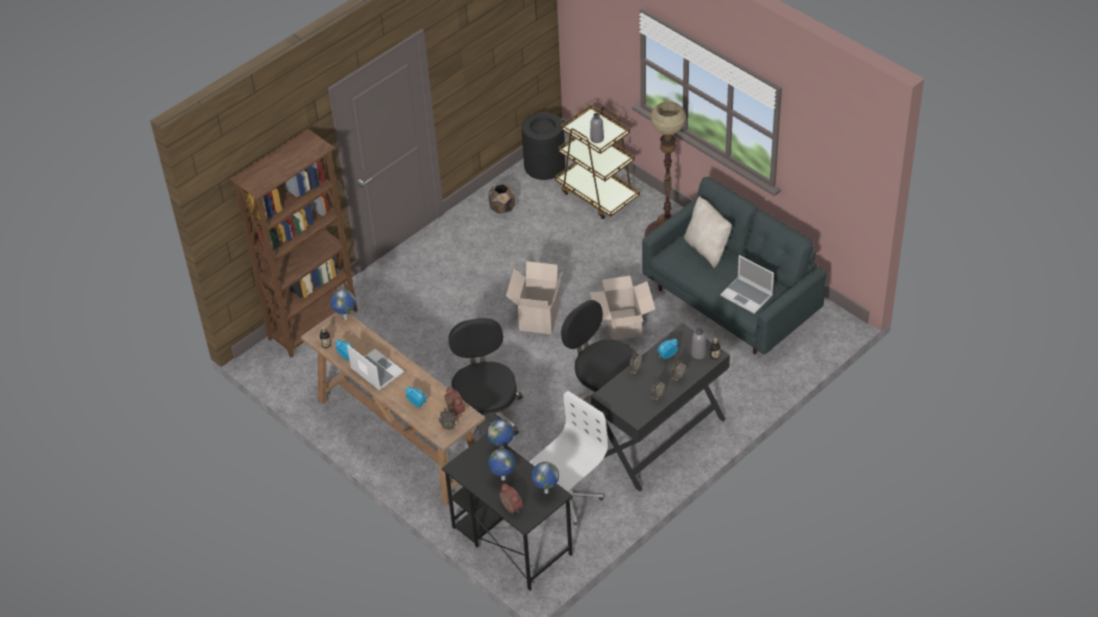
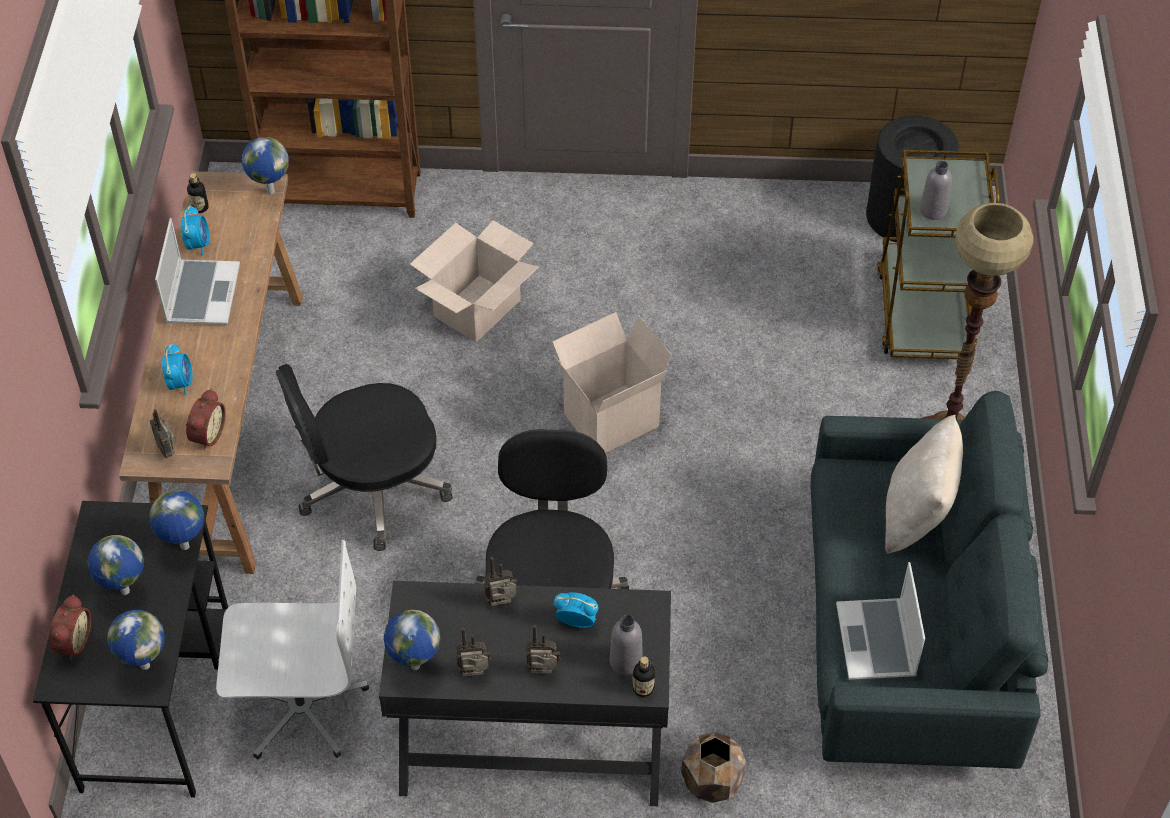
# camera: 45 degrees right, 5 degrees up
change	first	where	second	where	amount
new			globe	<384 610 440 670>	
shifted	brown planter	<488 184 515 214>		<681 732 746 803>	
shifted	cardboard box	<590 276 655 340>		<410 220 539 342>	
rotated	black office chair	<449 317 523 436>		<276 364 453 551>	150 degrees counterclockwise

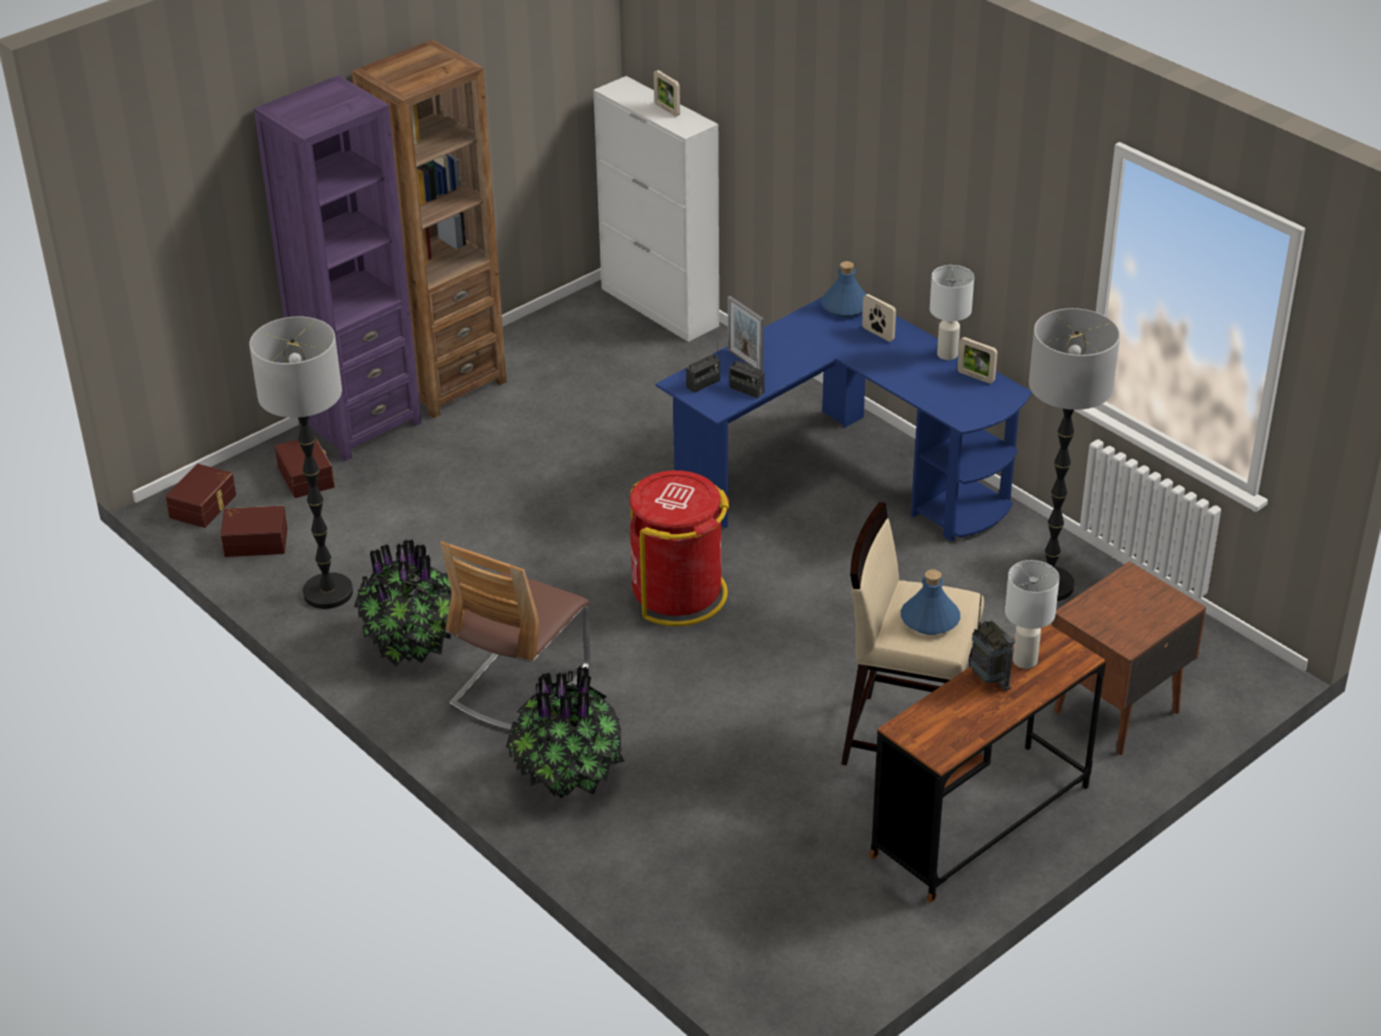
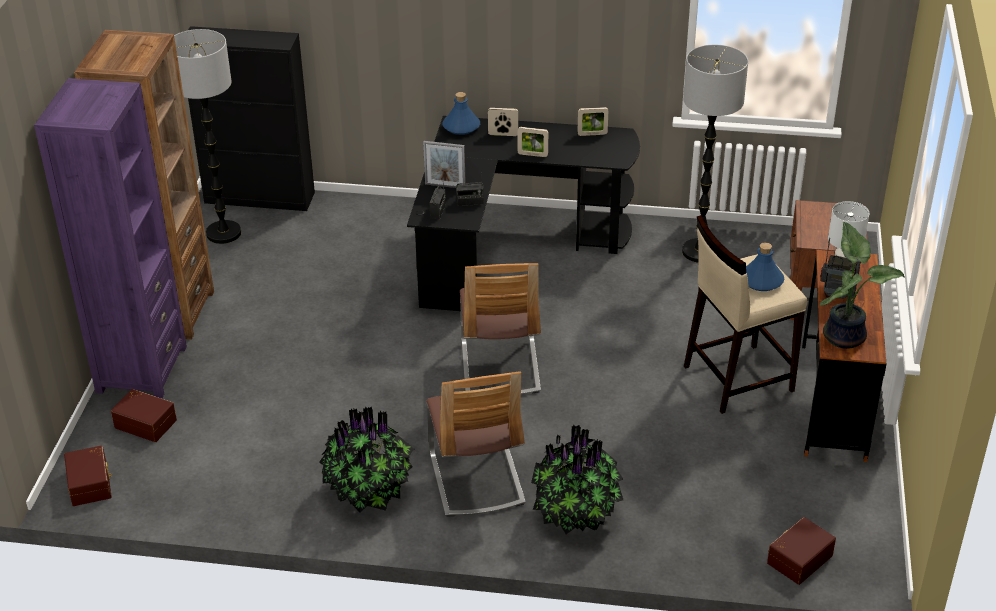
# camera: 40 degrees left, 0 degrees up
change	first	where	second	where	amount
gone	white table lamp	<930 265 974 360>			
new			potted plant	<820 222 905 349>	
shifted	brown storage box	<220 505 288 557>		<767 517 836 585>	
shifted	floor lamp	<249 317 353 609>		<174 29 241 244>	
shifted	picture frame	<654 70 680 116>		<518 127 548 157>	
swapped	red trash can	<629 470 729 626>	chair	<460 263 541 394>	
repainted	white cabinet	<593 76 719 342>	black cabinet	<188 26 315 211>	
repainted	blue desk	<656 297 1032 541>	black desk	<407 116 640 311>	

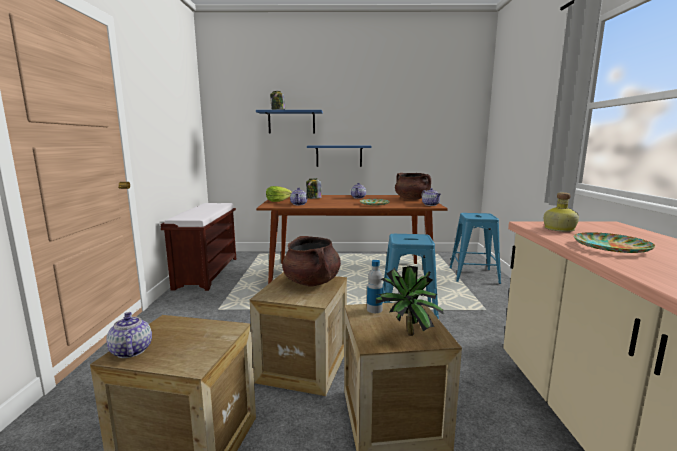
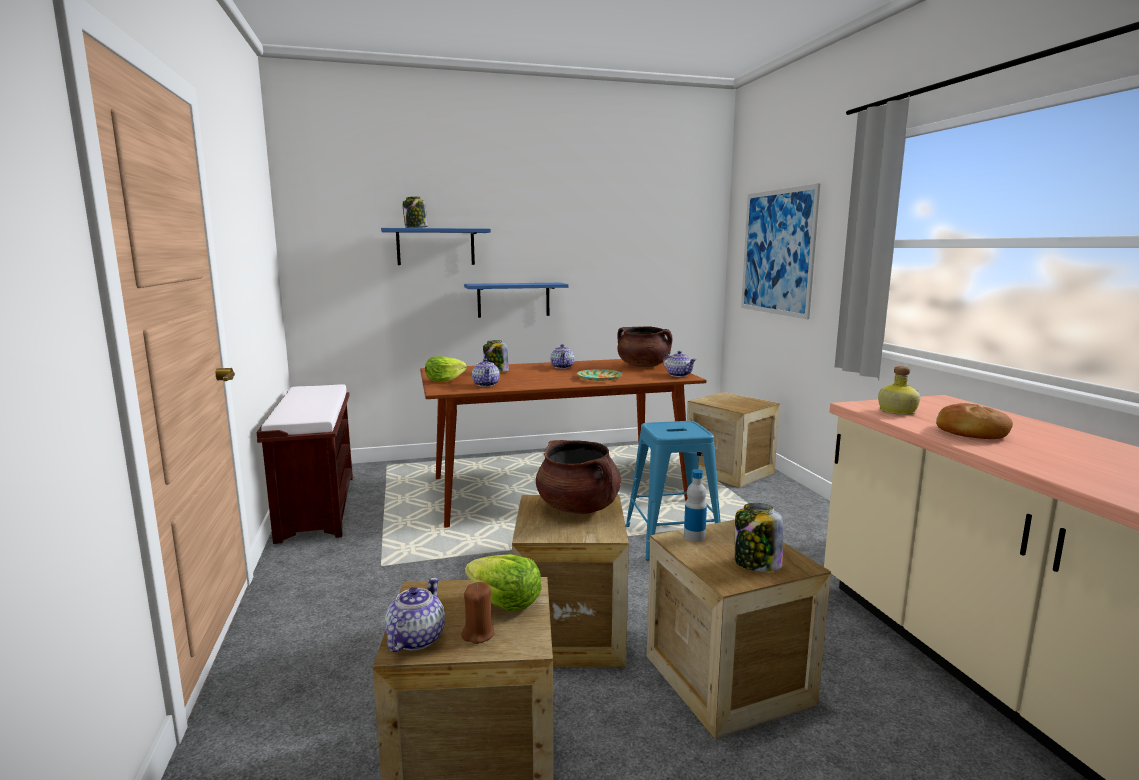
# camera: 15 degrees left, 0 degrees up
change	first	where	second	where	amount
new			brown candle	<461 582 495 644>	
new			lettuce	<465 554 542 611>	
new			picture	<741 183 820 319>	
swapped	potted plant	<376 266 444 336>	jar	<735 503 783 572>	
swapped	blue stool	<450 213 501 284>	crate	<687 392 780 488>	
swapped	plate	<574 232 655 253>	bread	<936 403 1013 439>	
rotated	teapot	<106 312 152 358>		<385 577 445 652>	60 degrees clockwise

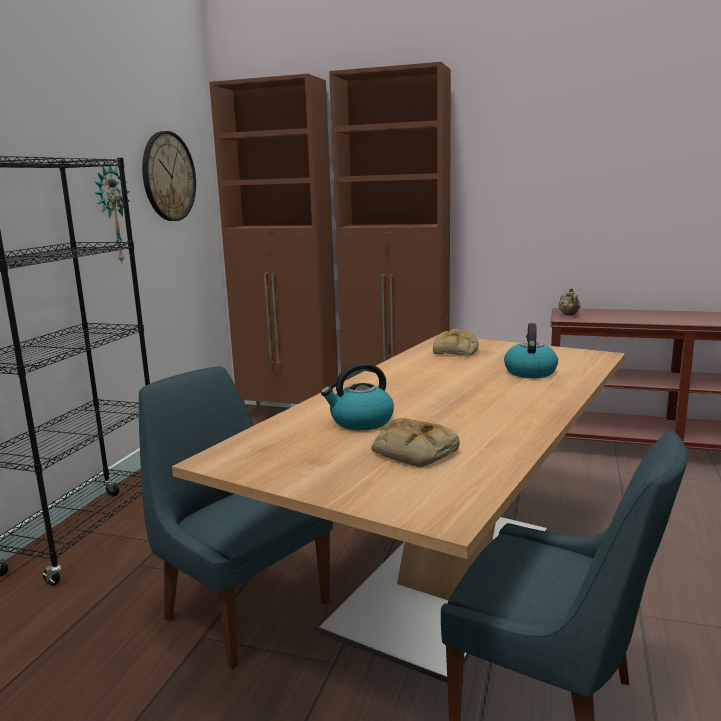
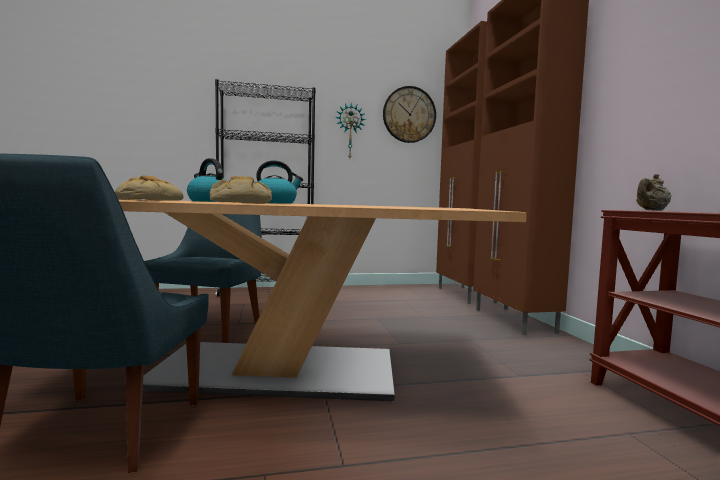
# camera: 60 degrees right, 10 degrees down
change	first	where	second	where	amount
shifted	bread	<433 328 479 355>		<209 176 272 204>	
shifted	kettle	<504 323 558 378>		<256 161 303 204>	

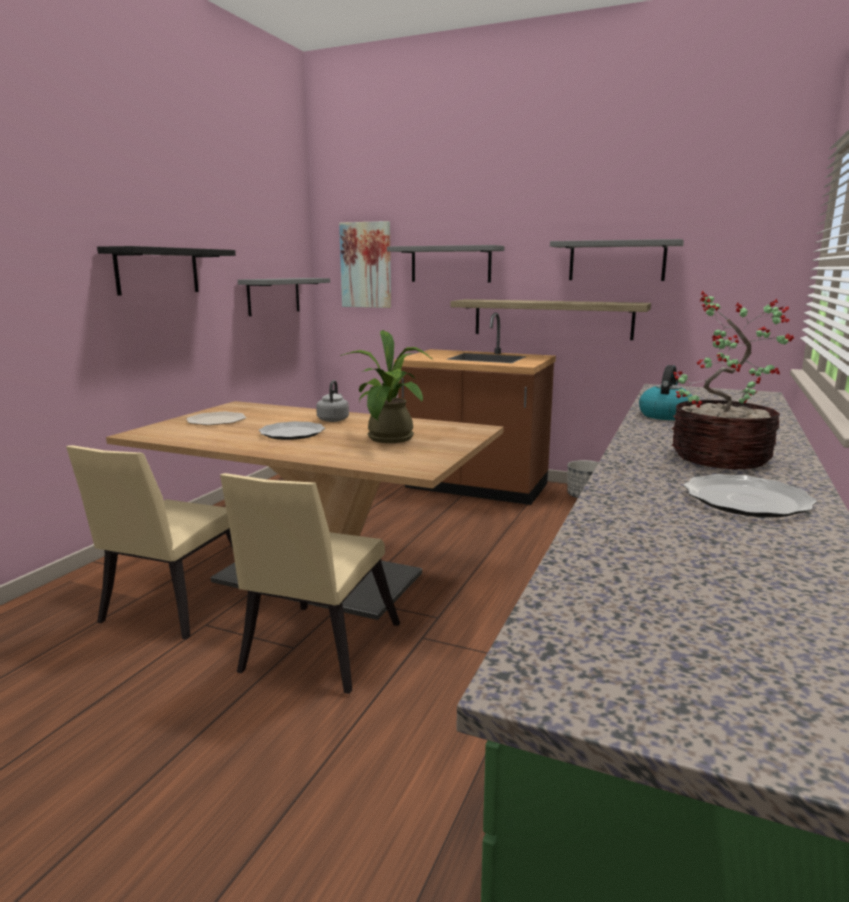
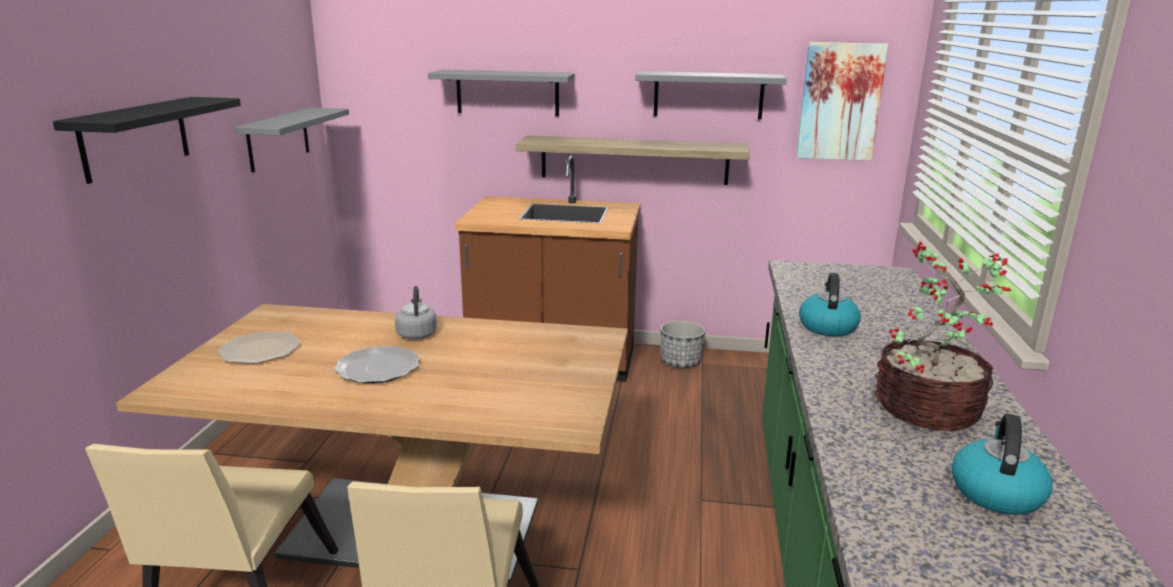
# camera: 15 degrees left, 5 degrees up
change	first	where	second	where	amount
gone	potted plant	<340 330 433 443>			
shifted	picture	<339 221 391 308>		<796 42 889 161>	
swapped	plate	<684 474 817 518>	kettle	<951 414 1053 515>	

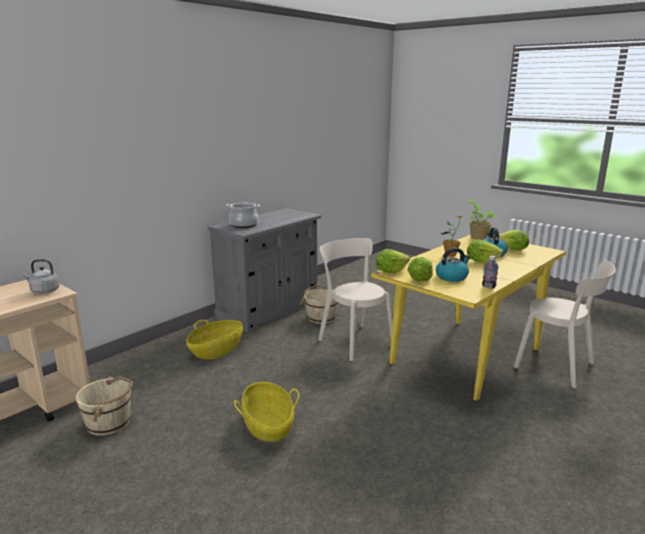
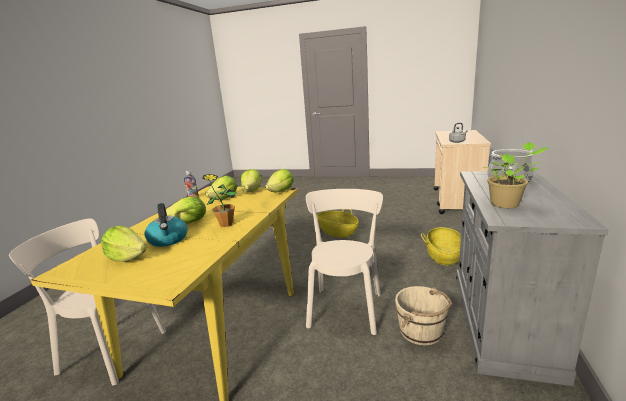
# camera: 155 degrees right, 0 degrees up
change	first	where	second	where	amount
gone	beige bucket	<76 376 133 436>			
shifted	potted plant	<468 199 497 240>		<484 142 549 208>	
swapped	kettle	<436 248 470 282>	lettuce	<205 176 237 200>	
rotated	beige chair	<318 238 393 361>		<306 189 383 335>	105 degrees counterclockwise

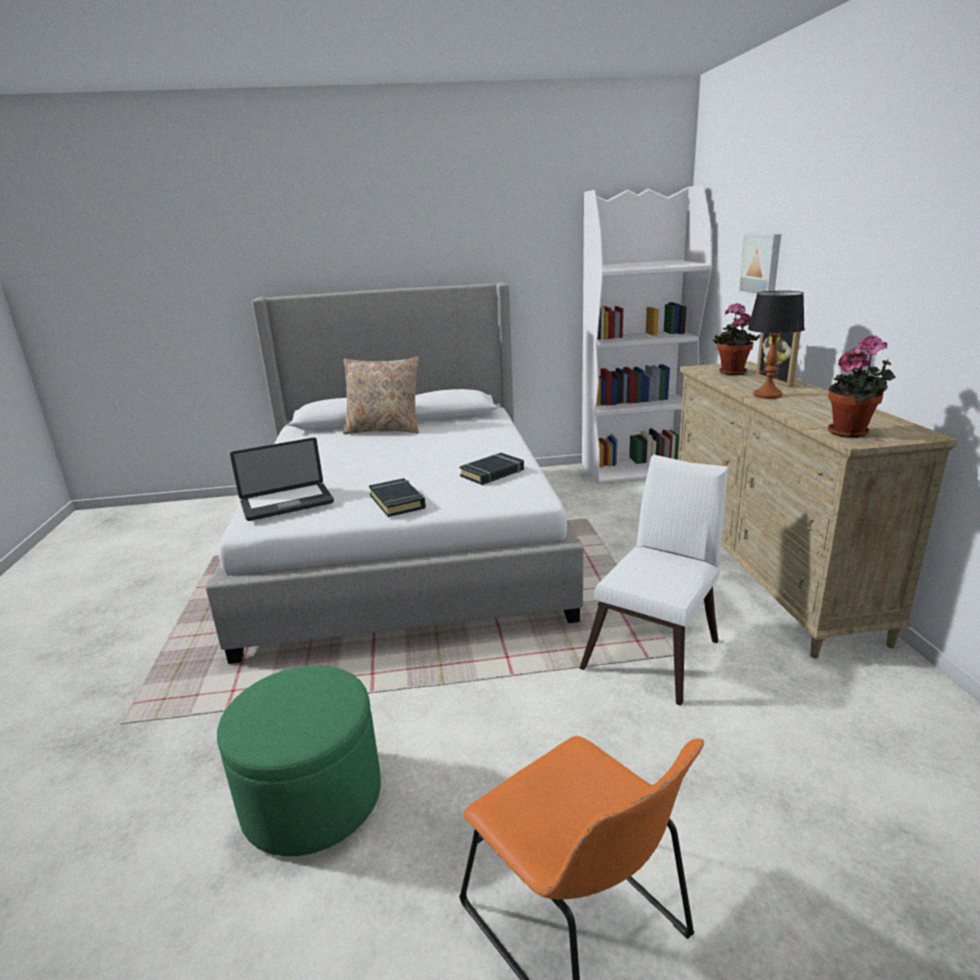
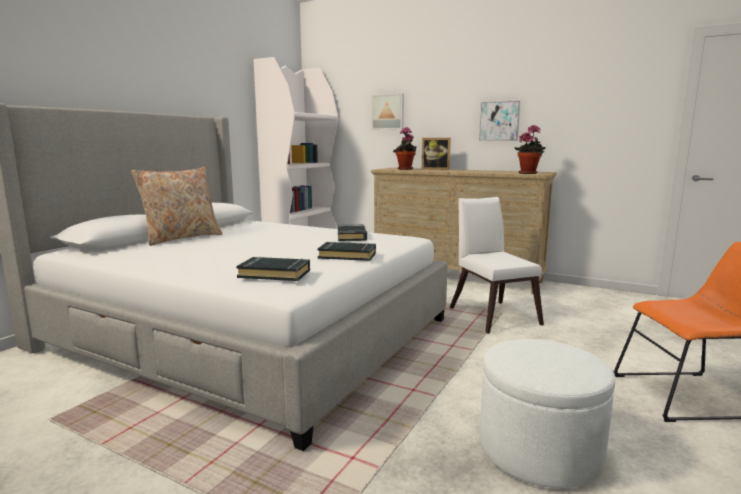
# camera: 55 degrees left, 10 degrees down
change	first	where	second	where	amount
gone	table lamp	<748 291 805 399>			
new			picture	<479 101 520 141>	
swapped	laptop	<230 438 334 521>	black book	<236 257 310 281>	
repainted	green ottoman	<217 665 381 856>	white ottoman	<479 339 615 489>	

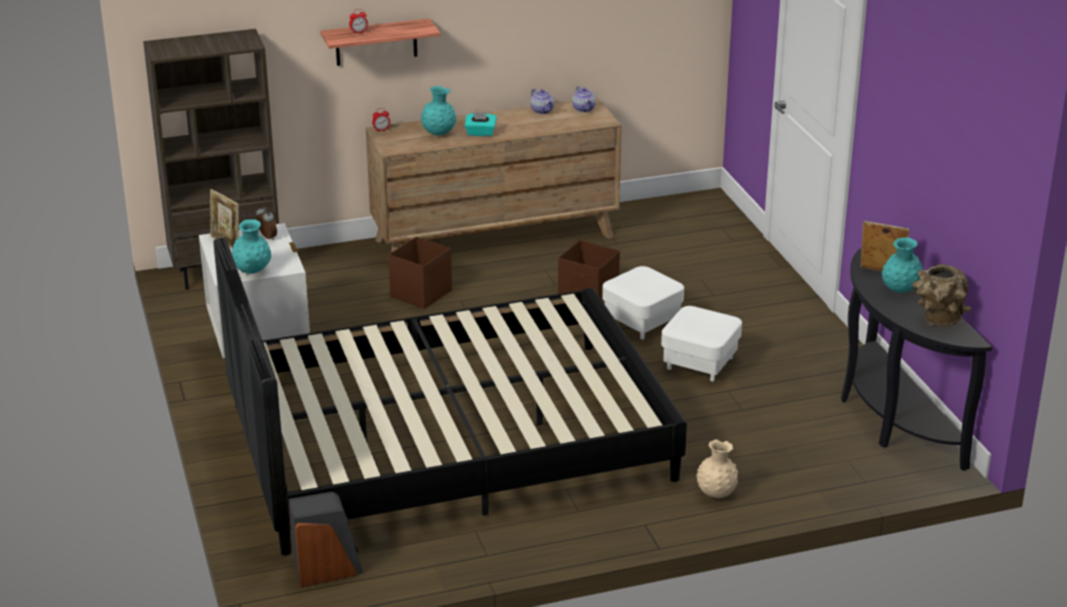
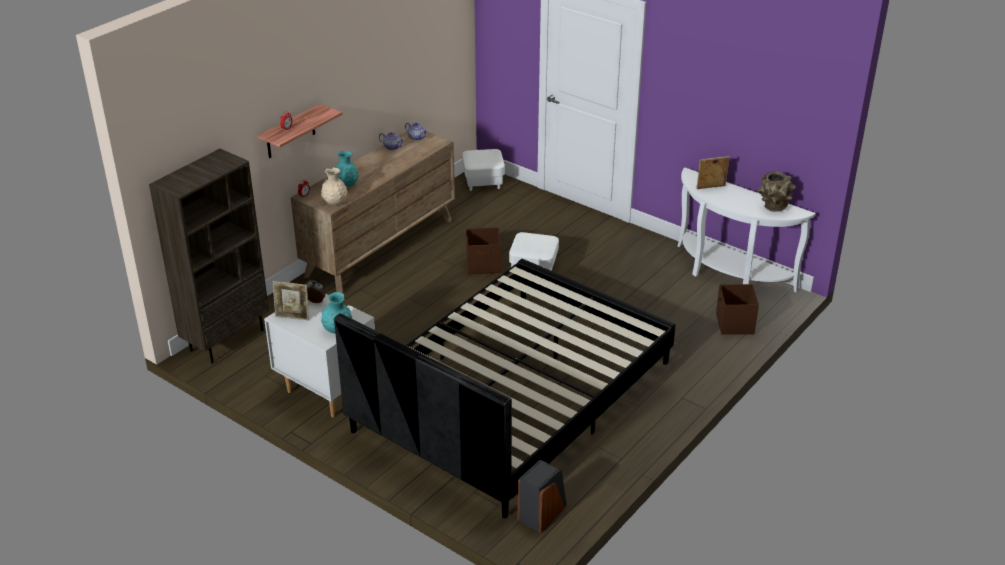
# camera: 35 degrees left, 5 degrees up
change	first	where	second	where	amount
gone	turquoise tissue box	<465 113 497 136>			
gone	turquoise vase	<882 237 923 293>			
shifted	brown storage box	<388 237 452 309>		<716 284 759 335>	
shifted	white ottoman	<661 306 742 381>		<462 149 505 191>	
shifted	beige vase	<696 440 738 498>		<321 167 348 205>	
repainted	black console table	<841 247 992 471>	white console table	<678 168 816 292>	

